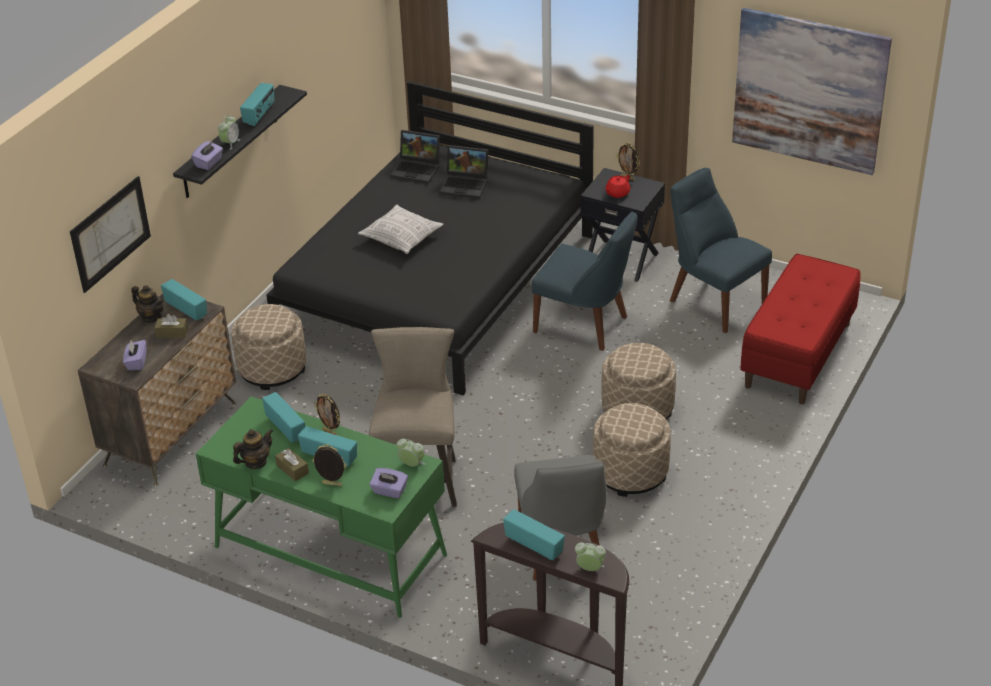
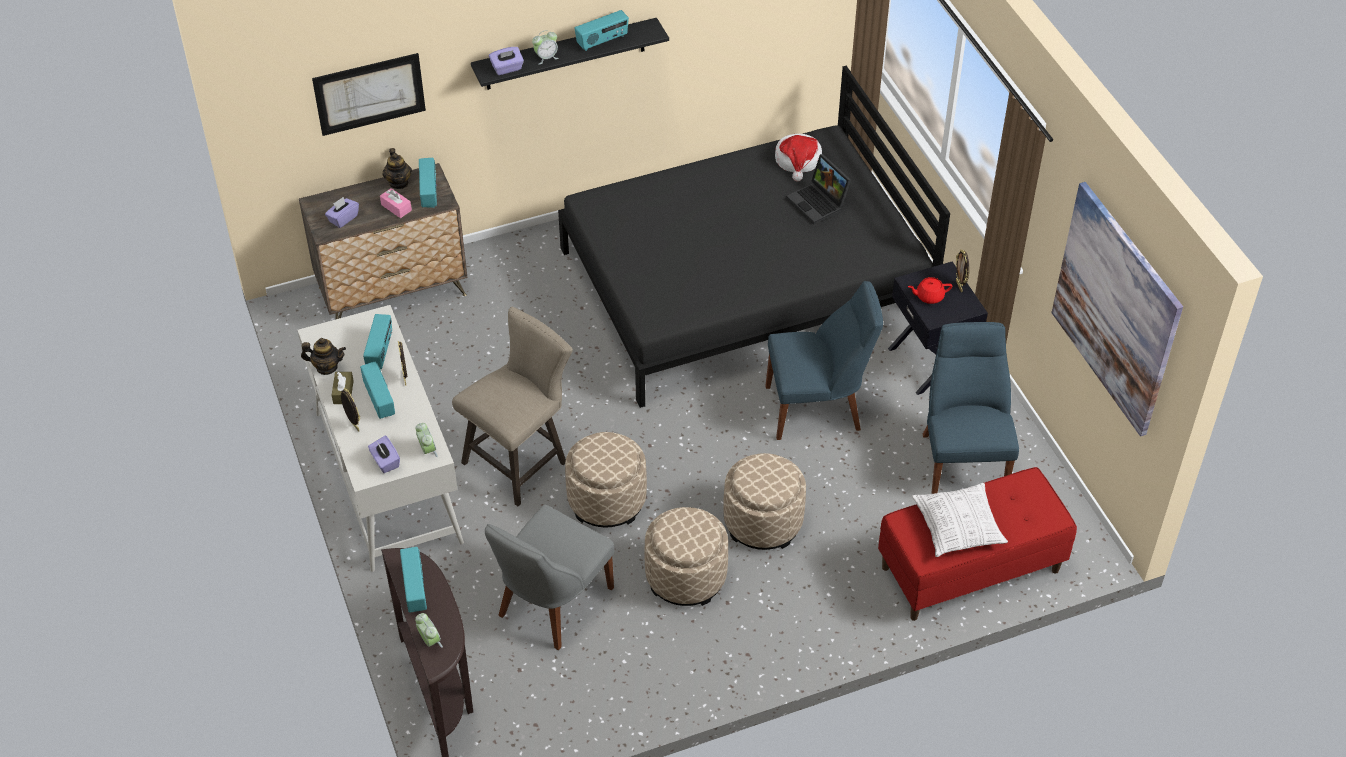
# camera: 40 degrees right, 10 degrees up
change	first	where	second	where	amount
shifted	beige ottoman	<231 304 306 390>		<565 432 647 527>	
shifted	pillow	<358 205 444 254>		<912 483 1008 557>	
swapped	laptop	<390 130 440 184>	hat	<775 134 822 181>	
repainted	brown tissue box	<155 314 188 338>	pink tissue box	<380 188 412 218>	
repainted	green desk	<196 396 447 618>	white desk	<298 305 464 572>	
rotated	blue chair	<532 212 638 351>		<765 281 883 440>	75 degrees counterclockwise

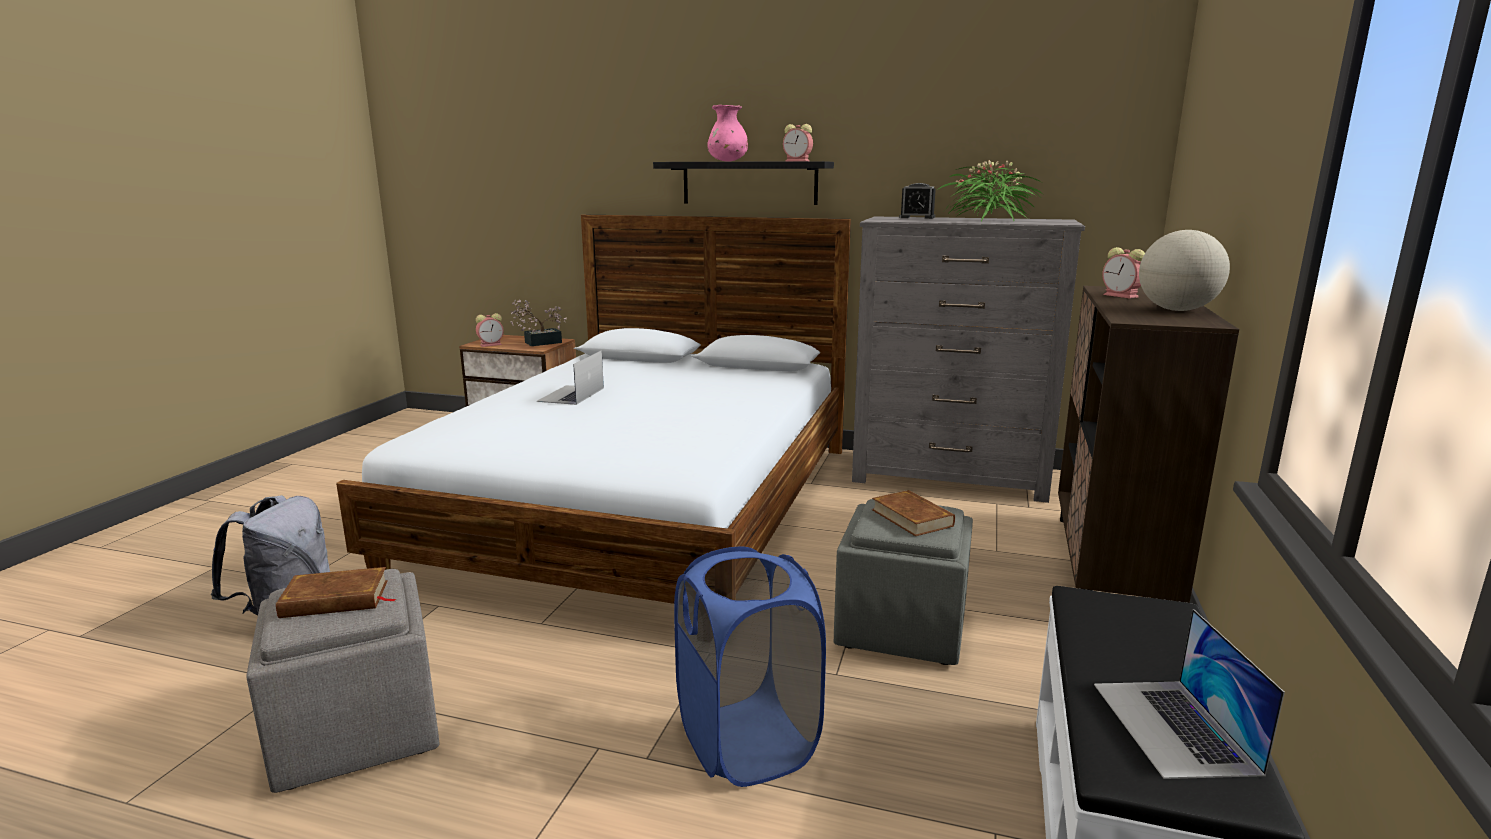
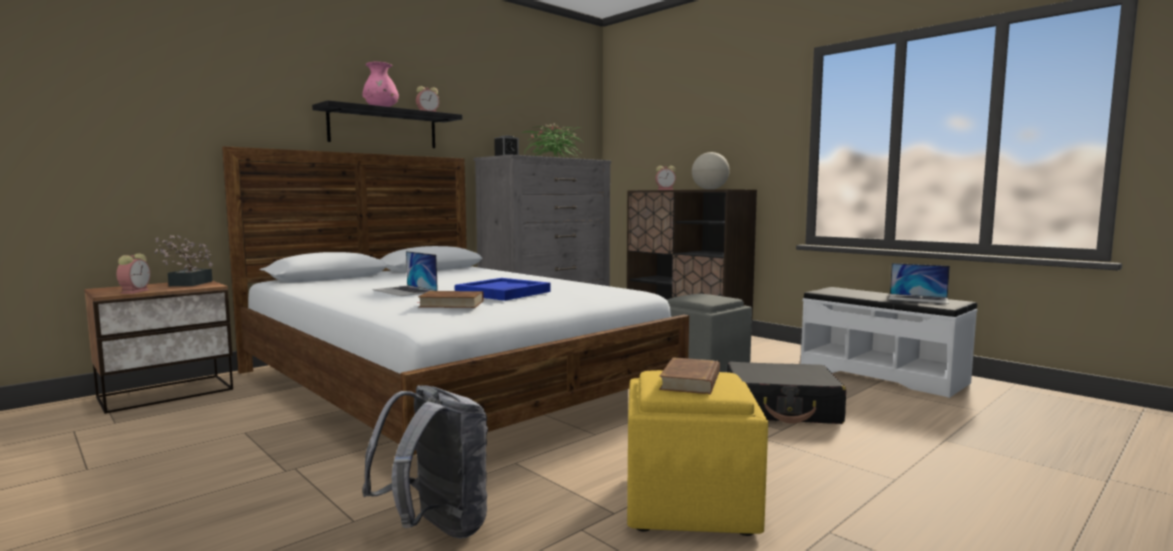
# camera: 60 degrees left, 10 degrees down
change	first	where	second	where	amount
new			blue tray	<455 278 550 301>	
shifted	brown book	<872 490 955 536>		<417 291 484 308>	
swapped	blue laundry basket	<674 546 826 787>	black suitcase	<727 361 846 424>	
repainted	grey ottoman	<246 569 440 793>	yellow ottoman	<627 370 768 536>	

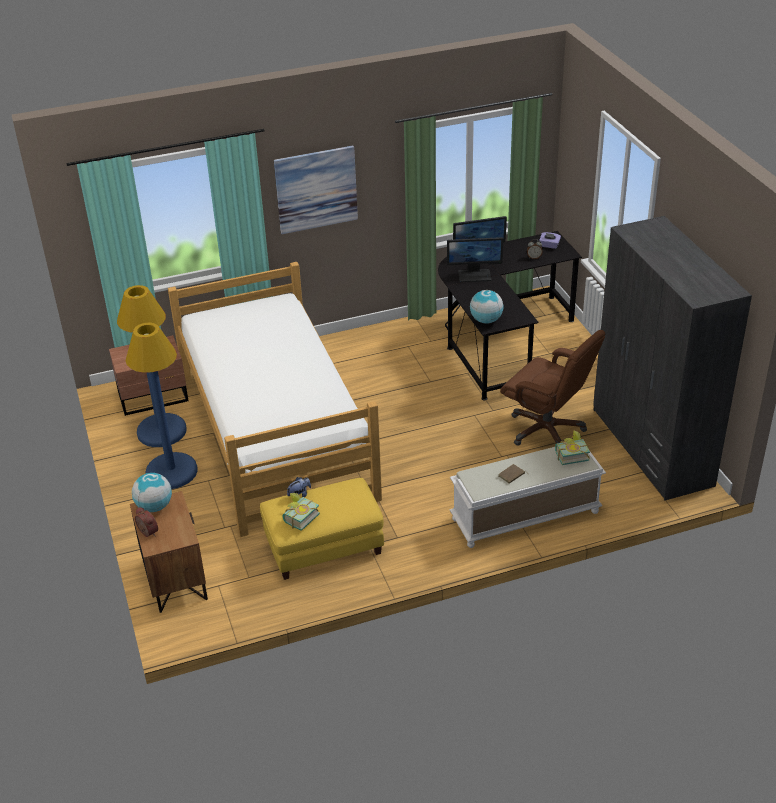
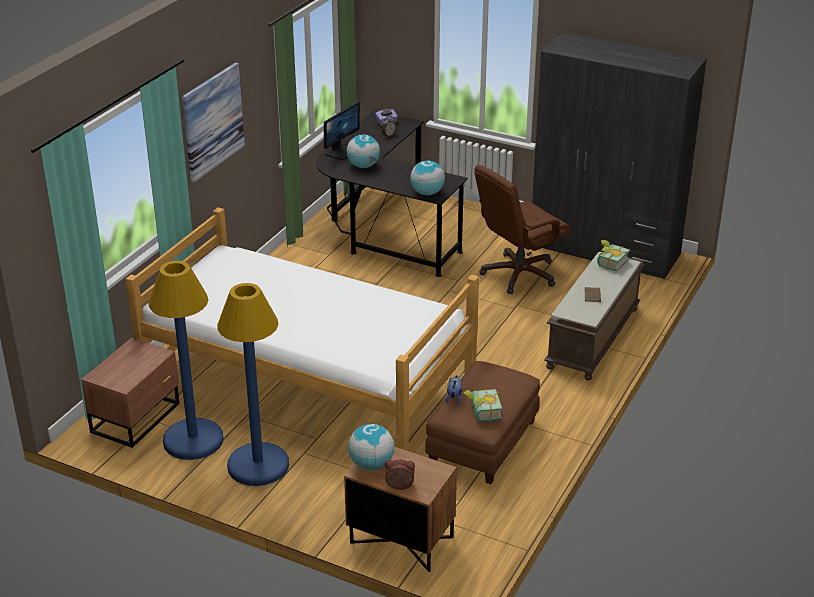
# camera: 45 degrees left, 5 degrees down
change	first	where	second	where	amount
swapped	monitor	<447 237 503 282>	globe	<347 134 380 168>	
repainted	yellow ottoman	<260 478 384 580>	brown ottoman	<425 361 540 484>	
repainted	white bench	<450 447 606 548>	brown bench	<544 252 644 380>	
rotated	brown office chair	<500 330 605 446>		<474 165 571 294>	150 degrees clockwise

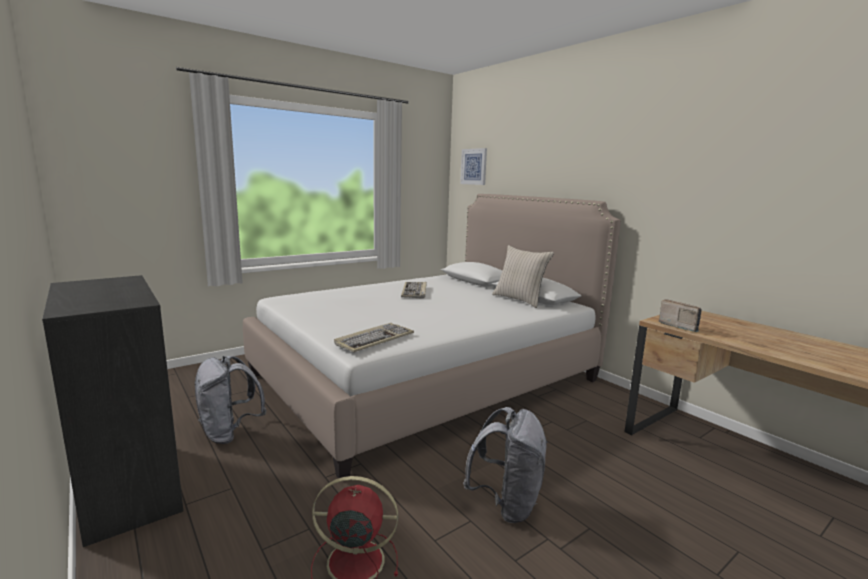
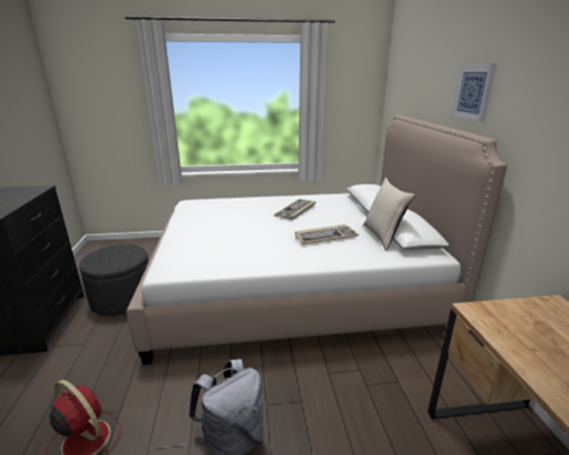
# camera: 30 degrees right, 10 degrees up
change	first	where	second	where	amount
gone	radio	<659 299 702 332>			
shifted	keyboard	<334 323 414 352>		<295 224 359 244>	
shifted	picture	<460 148 487 185>		<451 63 497 122>	
swapped	grey backpack	<195 356 266 444>	grey ottoman	<79 245 149 316>	

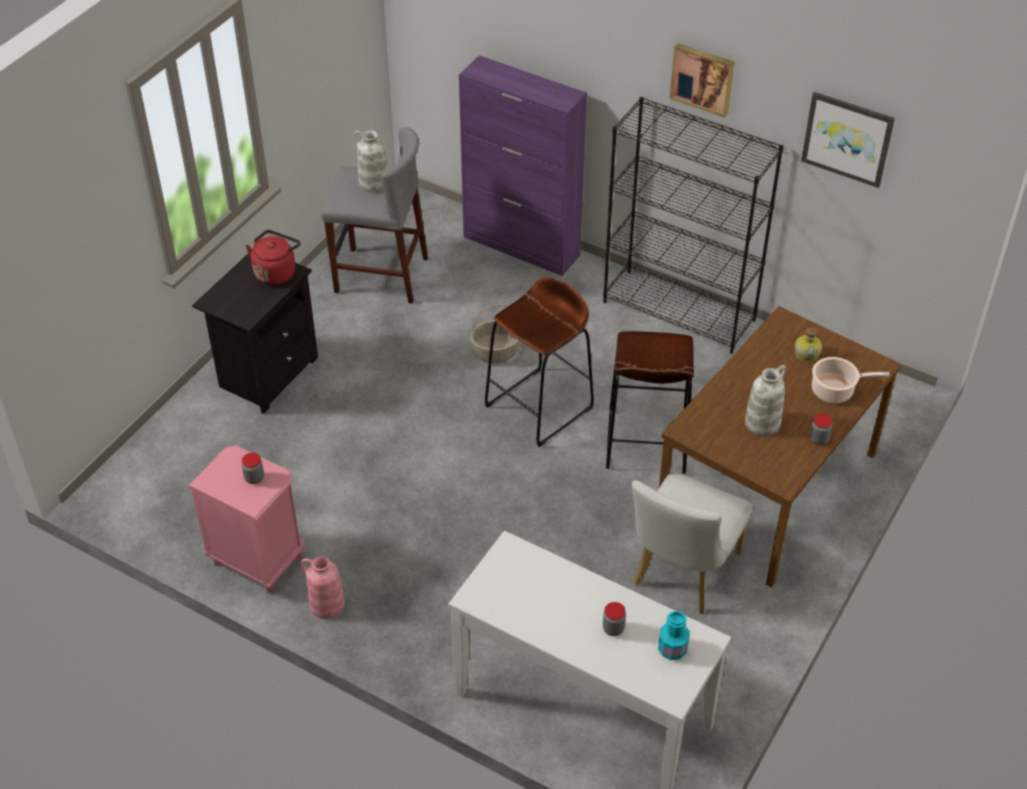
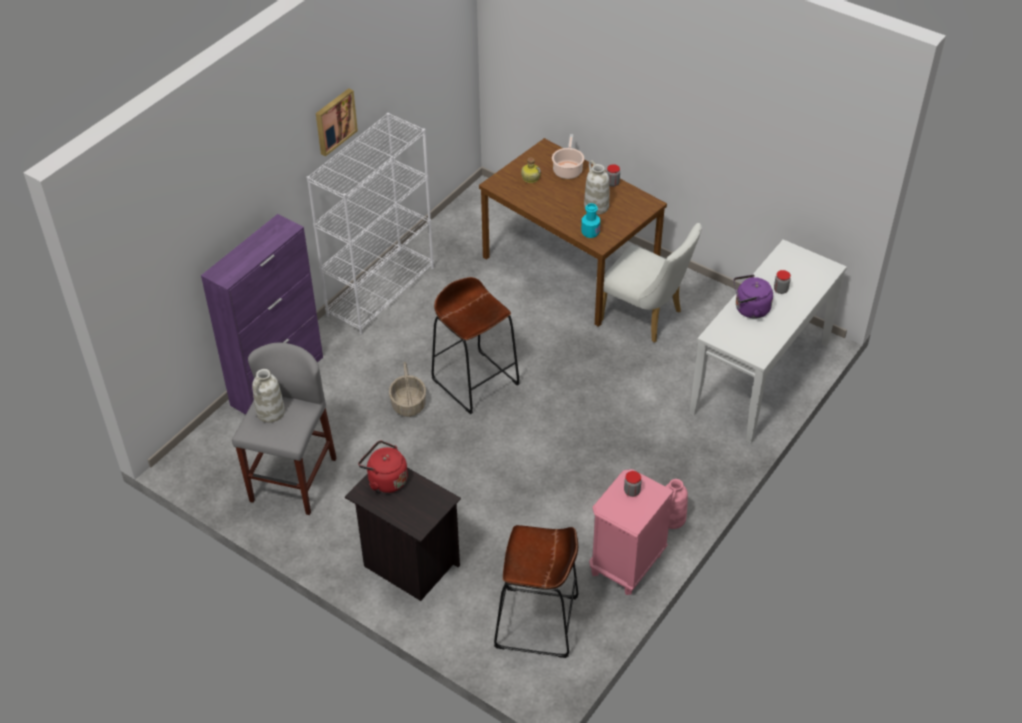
# camera: 85 degrees left, 0 degrees up
change	first	where	second	where	amount
gone	picture	<801 92 895 188>			
new			purple kettle	<734 274 773 319>	
shifted	brown stool	<606 331 694 474>		<494 525 578 658>	
shifted	turquoise bottle	<658 611 690 660>		<581 203 600 238>	
repainted	black bookcase	<603 97 784 354>	white bookcase	<307 113 434 335>	

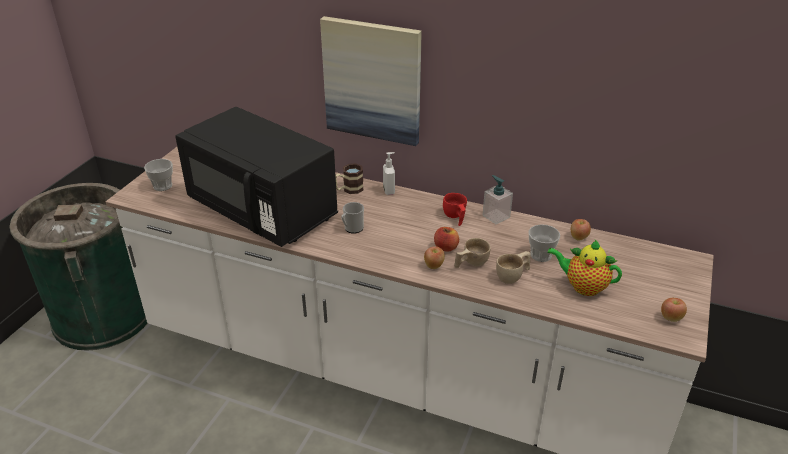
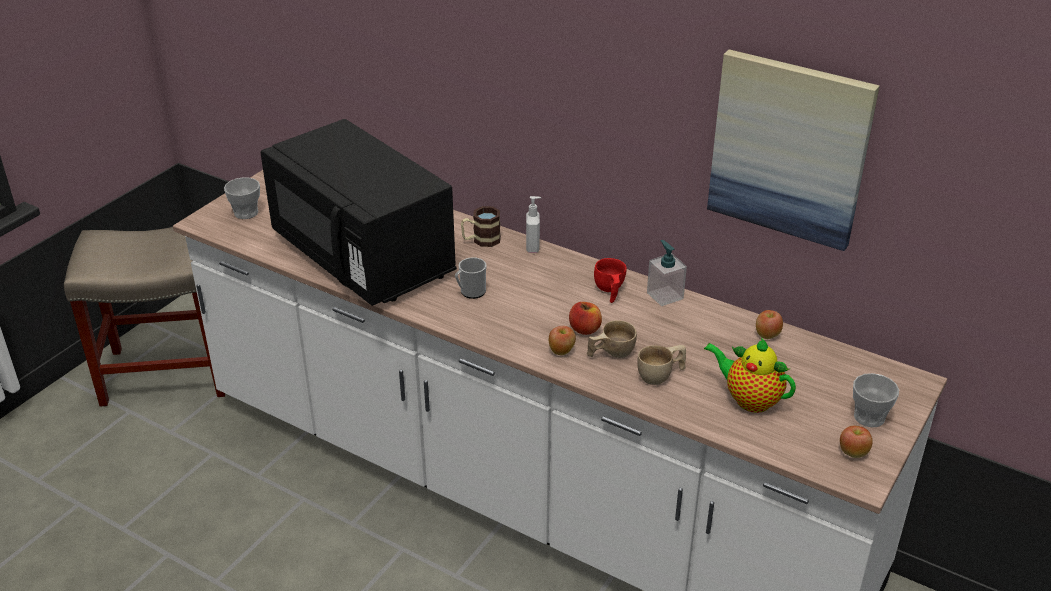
# camera: 10 degrees right, 0 degrees up
change	first	where	second	where	amount
shifted	picture	<320 16 422 146>		<707 49 880 251>	
shifted	cup	<529 224 560 262>		<853 373 899 427>	
swapped	green trash can	<9 183 147 351>	beige stool	<64 227 225 407>	

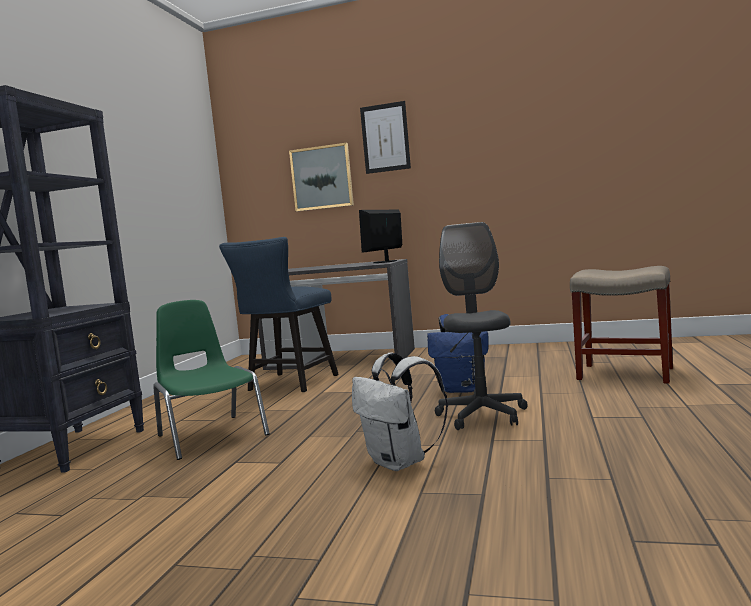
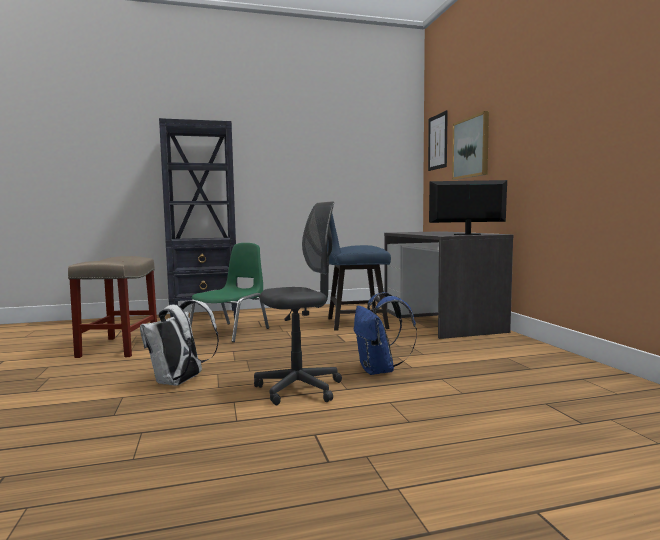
# camera: 60 degrees right, 0 degrees up
change	first	where	second	where	amount
shifted	picture	<360 101 411 174>		<428 110 448 171>	
shifted	beige stool	<570 266 673 384>		<68 256 157 358>	

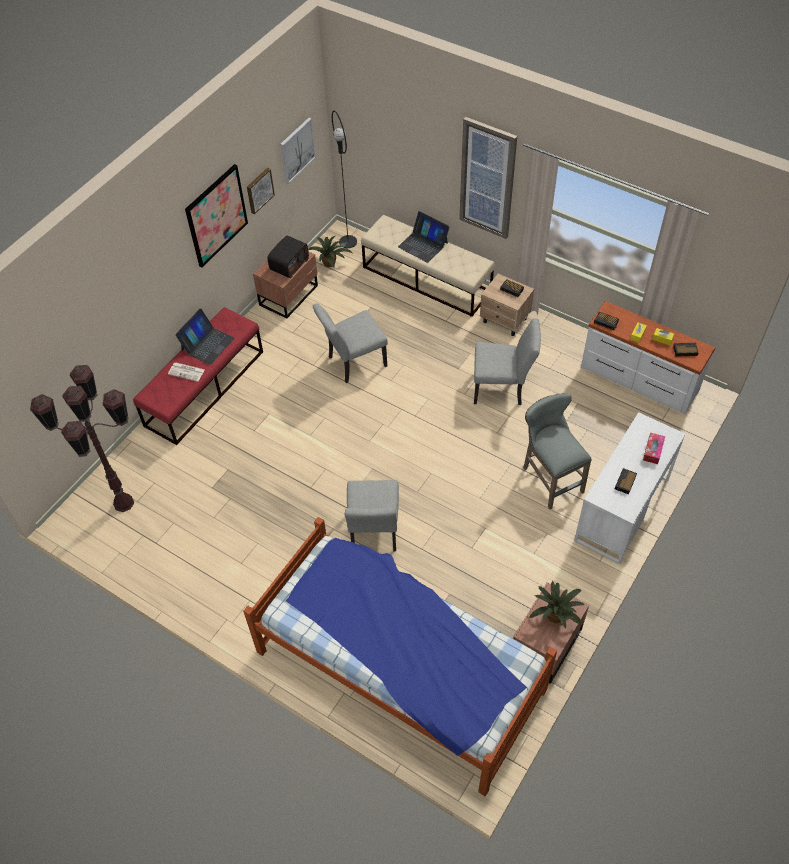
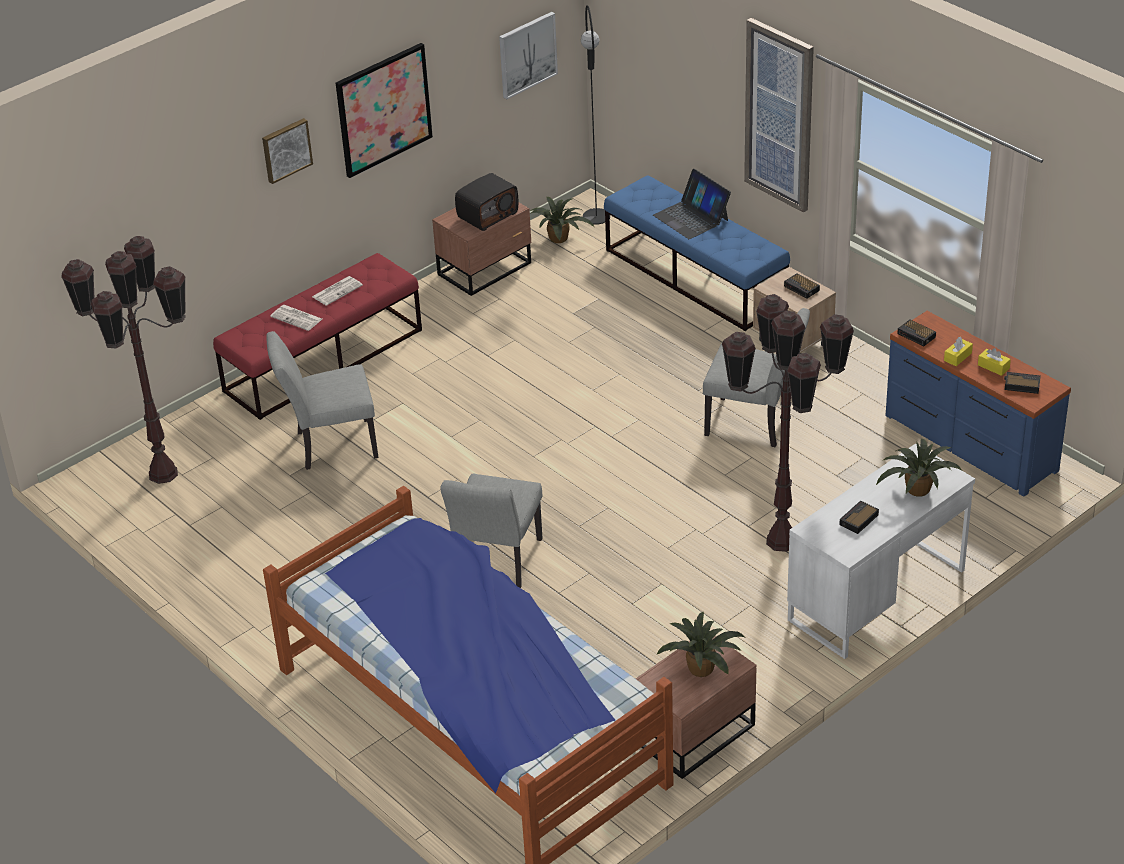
# camera: 15 degrees right, 15 degrees down
change	first	where	second	where	amount
shifted	picture	<247 168 275 214>		<262 118 313 184>	
shifted	grey chair	<313 303 388 383>		<266 331 379 470>	
swapped	laptop	<175 308 235 365>	newspaper	<312 276 363 306>	
swapped	grey stool	<523 393 592 509>	brown floor lamp	<722 294 854 552>	
swapped	tissue box	<643 433 665 464>	potted plant	<876 439 962 497>	
repainted	beige bench	<361 215 495 317>	blue bench	<604 175 790 331>	
repainted	white dresser	<581 301 715 415>	blue dresser	<885 311 1071 497>	

